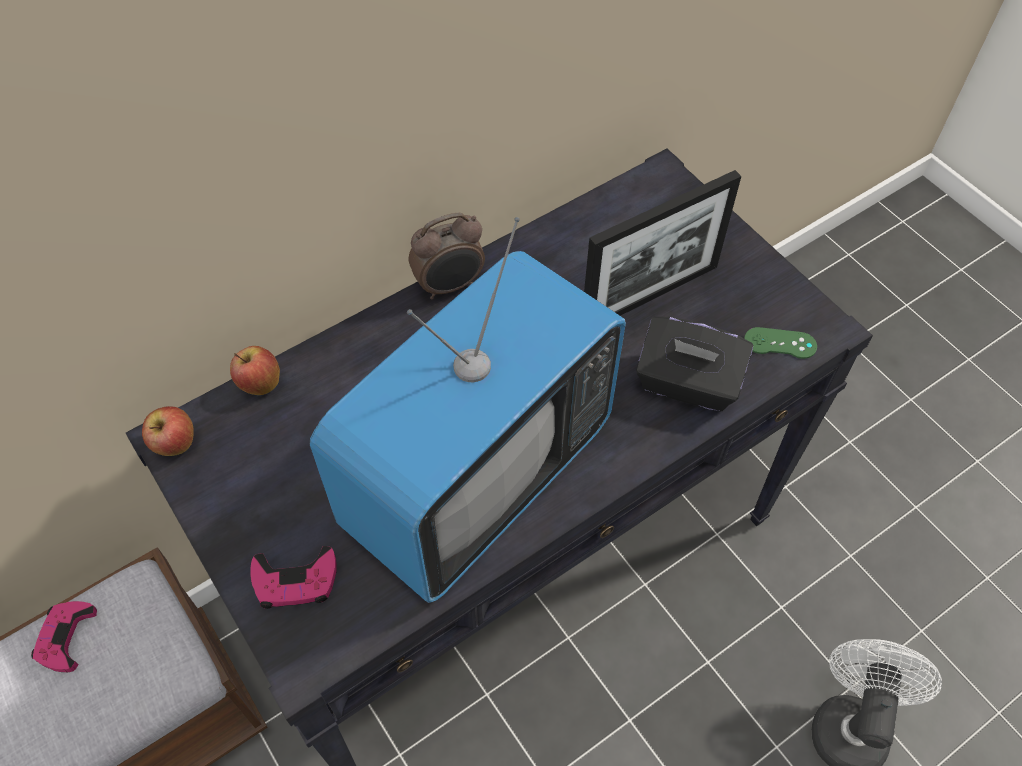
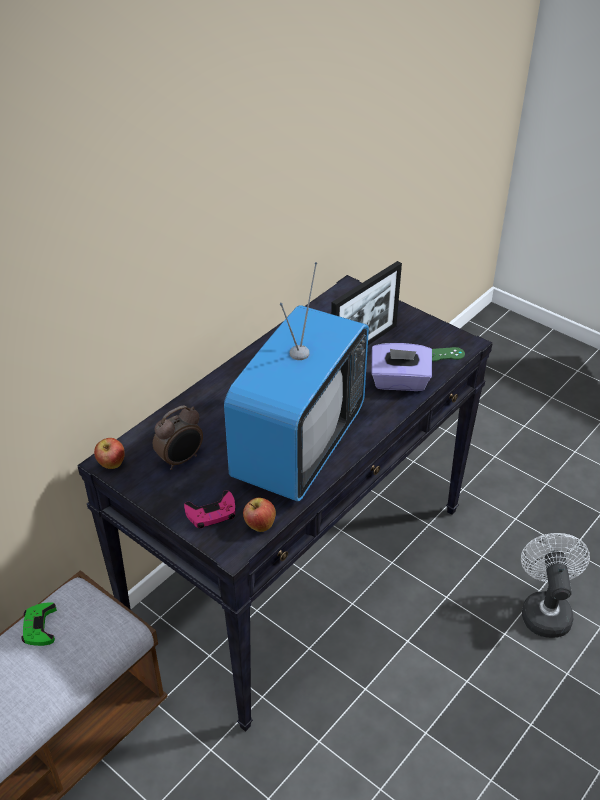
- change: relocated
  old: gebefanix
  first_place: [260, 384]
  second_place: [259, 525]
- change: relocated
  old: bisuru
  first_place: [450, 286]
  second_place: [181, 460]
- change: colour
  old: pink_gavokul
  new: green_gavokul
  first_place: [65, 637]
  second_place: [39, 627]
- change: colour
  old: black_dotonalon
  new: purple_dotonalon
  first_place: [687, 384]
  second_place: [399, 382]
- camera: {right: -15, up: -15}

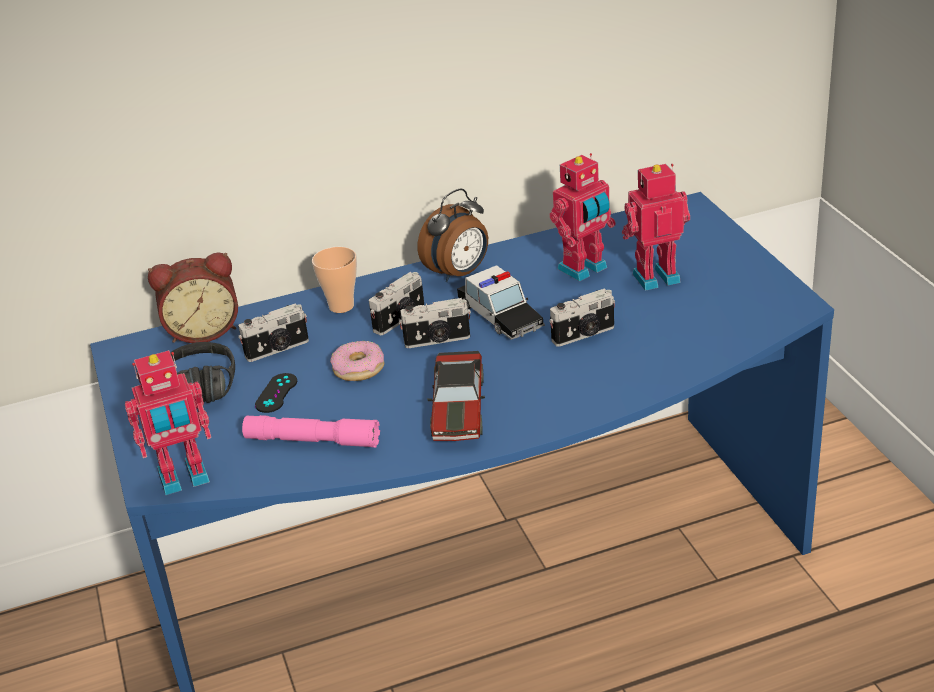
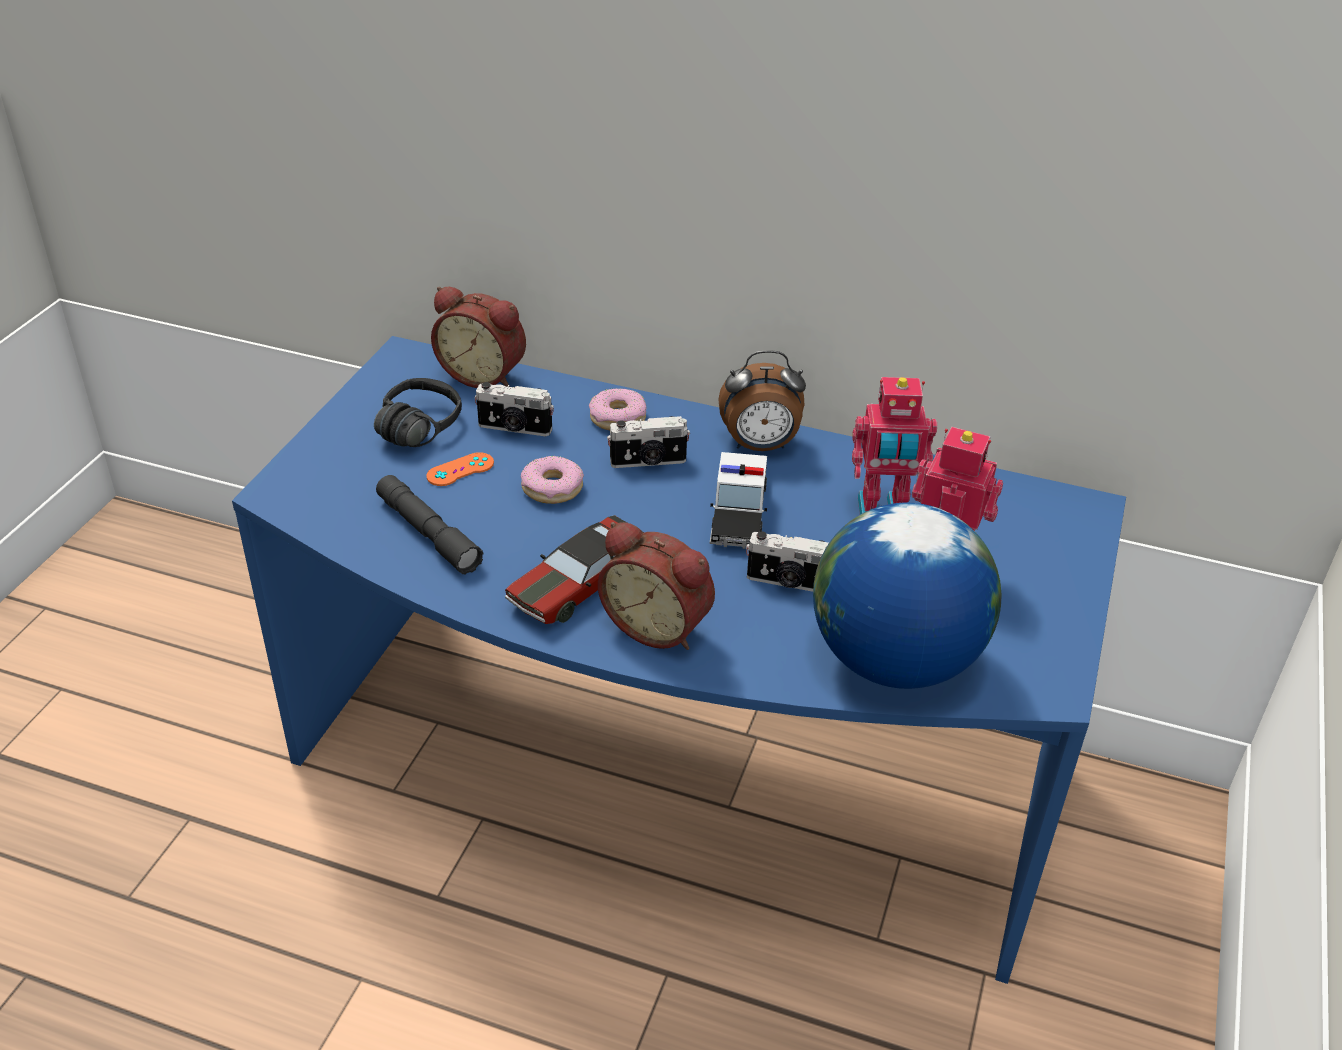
- change: missing
  old: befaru
  first_place: [184, 479]
- change: missing
  old: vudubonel
  first_place: [437, 341]
- change: appeared
  new: bisuru
  second_place: [658, 625]
- change: appeared
  new: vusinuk
  second_place: [894, 661]
- change: exchanged
  old: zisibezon
  new: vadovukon
  first_place: [341, 306]
  second_place: [618, 418]
- change: colour
  old: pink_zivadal
  new: grey_zivadal
  first_place: [312, 441]
  second_place: [428, 533]
- change: colour
  old: black_gavokul
  new: orange_gavokul
  first_place: [276, 393]
  second_place: [460, 470]
- camera: {right: 35, up: 5}

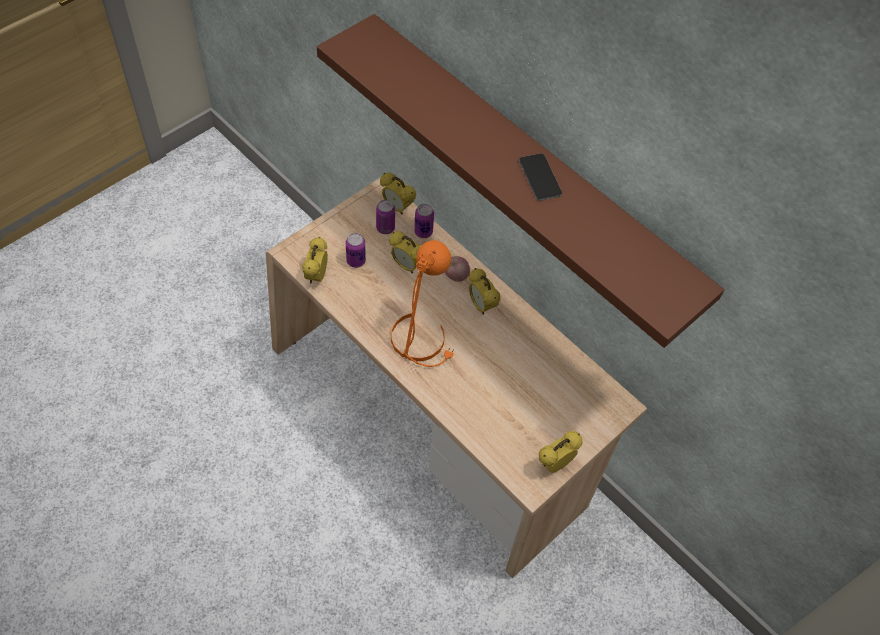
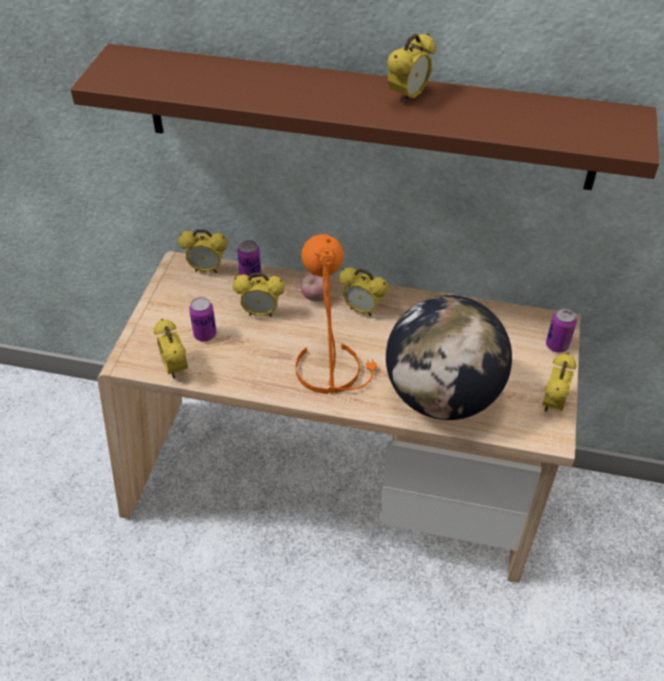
- change: appeared
  new: vusinuk
  second_place: [442, 397]
- change: relocated
  old: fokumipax
  first_place: [385, 228]
  second_place: [557, 345]
- change: exchanged
  old: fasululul
  new: bisuru
  first_place: [540, 177]
  second_place: [408, 97]
- camera: {right: -30, up: -10}

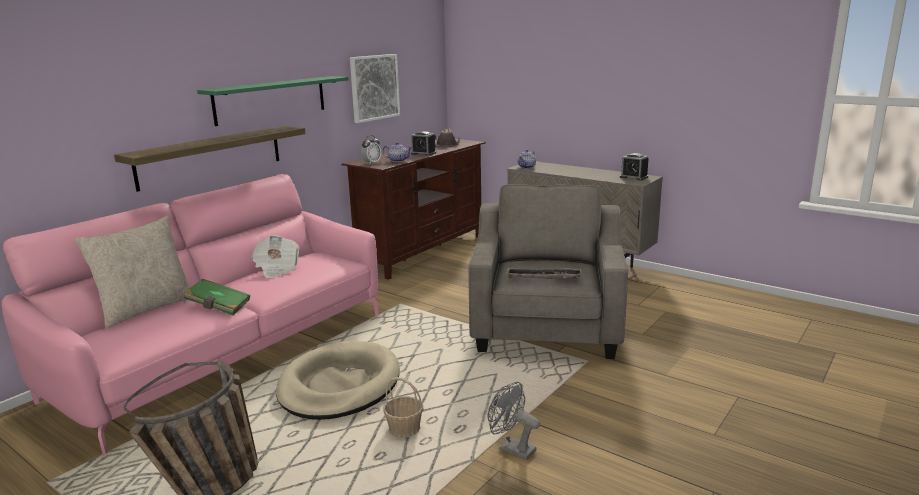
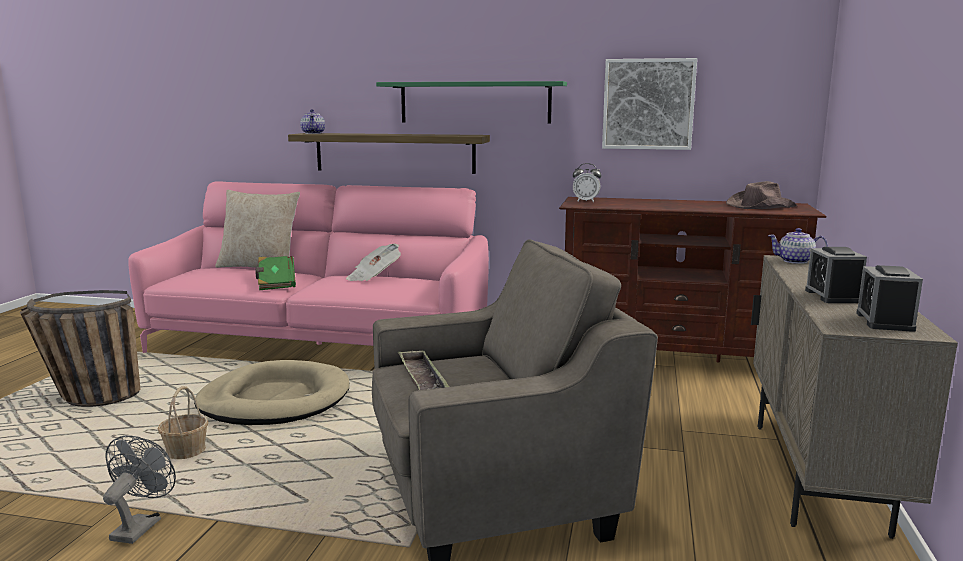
- change: relocated
  old: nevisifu
  first_place: [398, 160]
  second_place: [313, 133]
- change: relocated
  old: bisuru
  first_place: [423, 153]
  second_place: [832, 296]
- camera: {right: 65, up: -5}

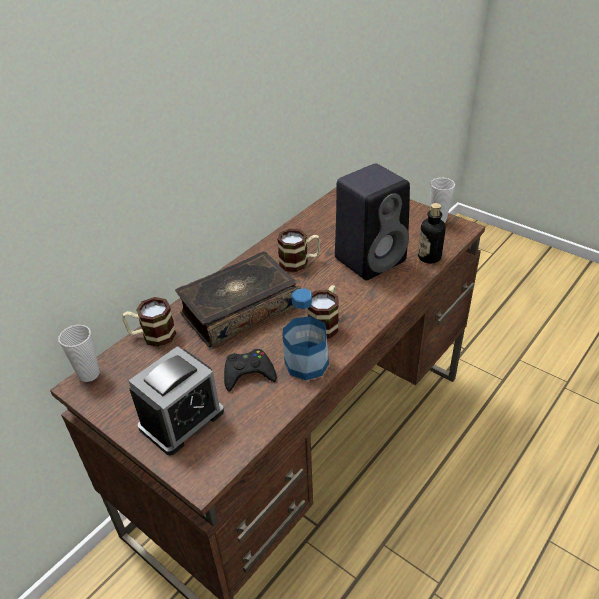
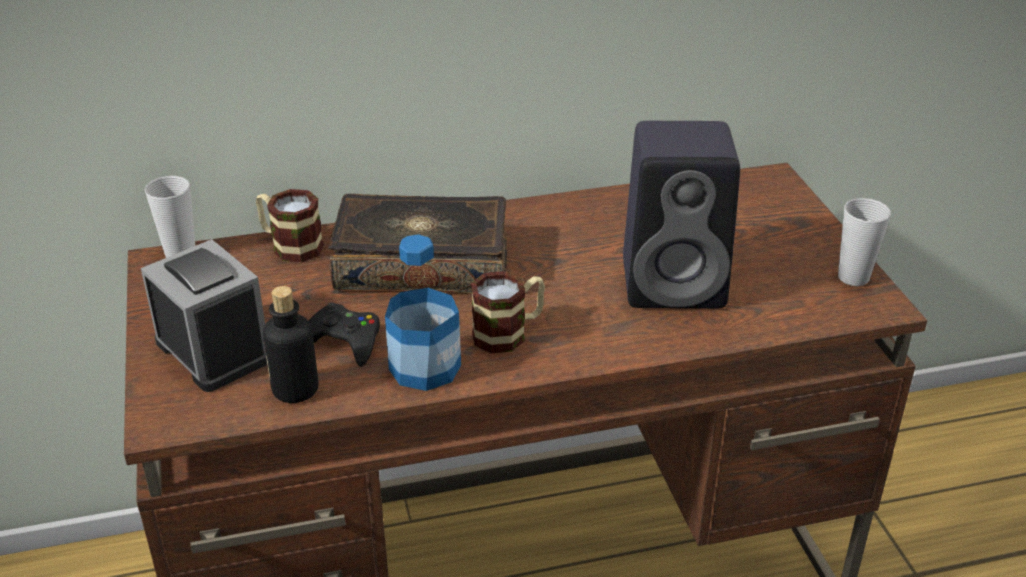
- change: missing
  old: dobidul
  first_place: [300, 262]
- change: relocated
  old: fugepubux
  first_place: [429, 257]
  second_place: [295, 389]
- change: spun
  old: bisuru
  first_place: [181, 419]
  second_place: [213, 351]
  degrees: -120
- camera: {right: 35, up: -5}

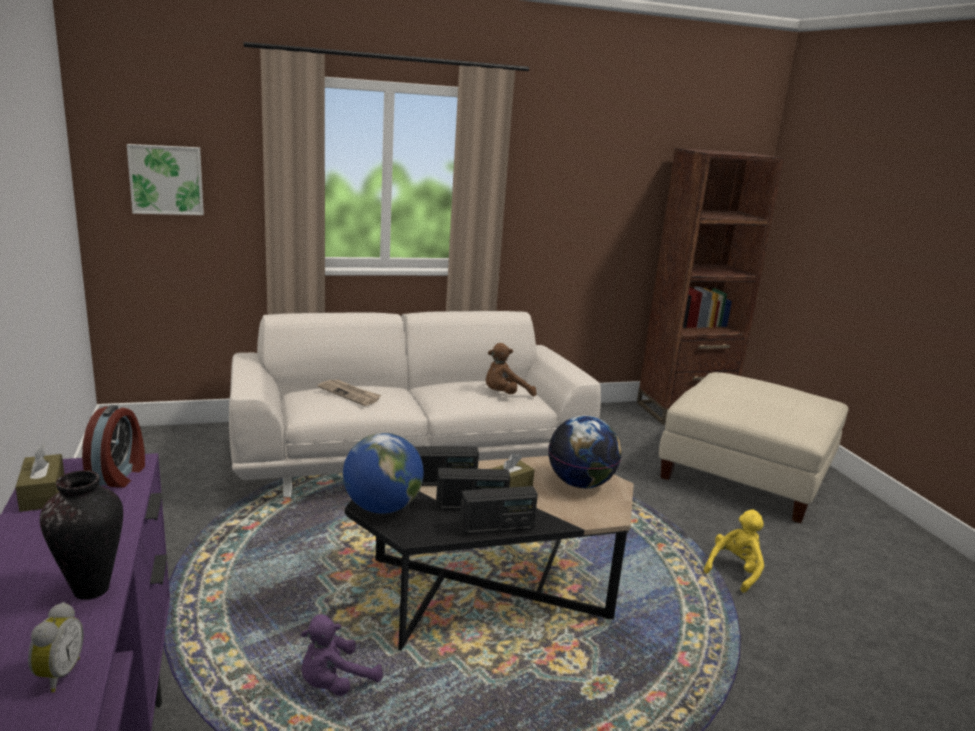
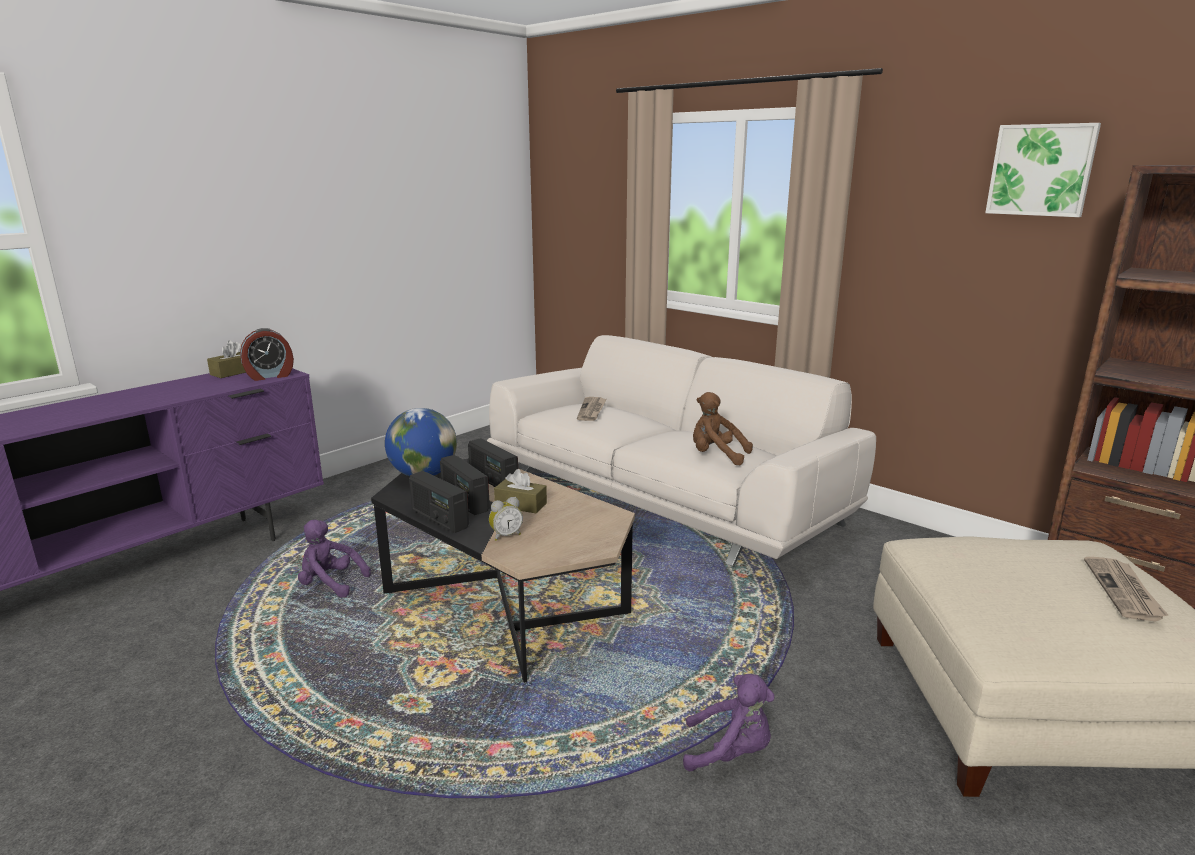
- change: missing
  old: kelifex
  first_place: [90, 590]
- change: missing
  old: vusinuk
  first_place: [581, 484]
- change: appeared
  new: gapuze
  second_place: [1124, 591]
- change: relocated
  old: bisuru
  first_place: [57, 675]
  second_place: [505, 535]
- change: relocated
  old: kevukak
  first_place: [166, 179]
  second_place: [1041, 170]
- change: colour
  old: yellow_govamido
  new: purple_govamido
  first_place: [735, 571]
  second_place: [730, 752]
- camera: {right: 60, up: 0}

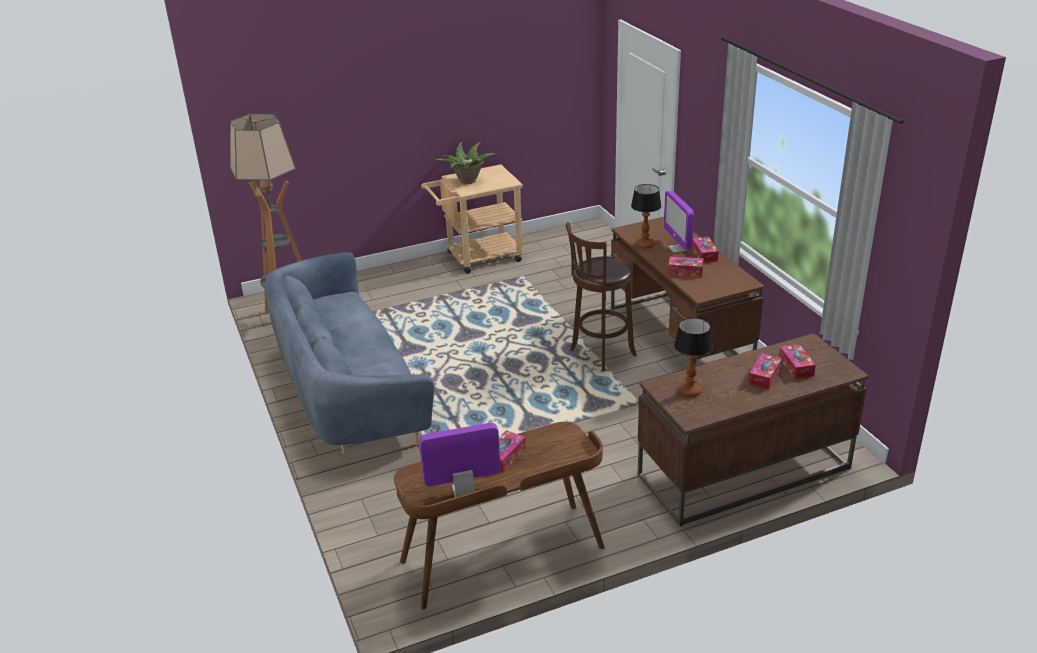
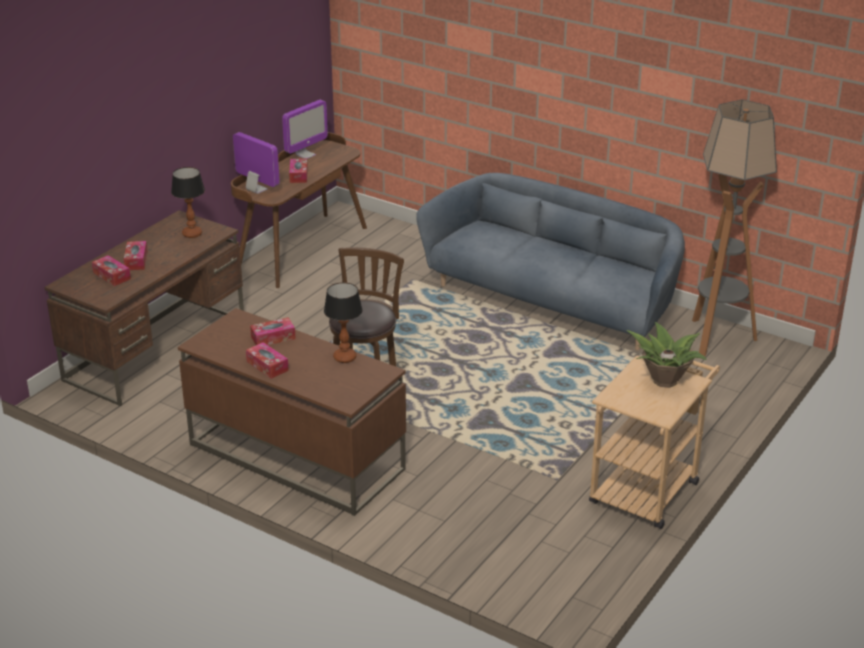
- change: relocated
  old: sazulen
  first_place: [678, 248]
  second_place: [257, 190]
- camera: {right: 145, up: 0}

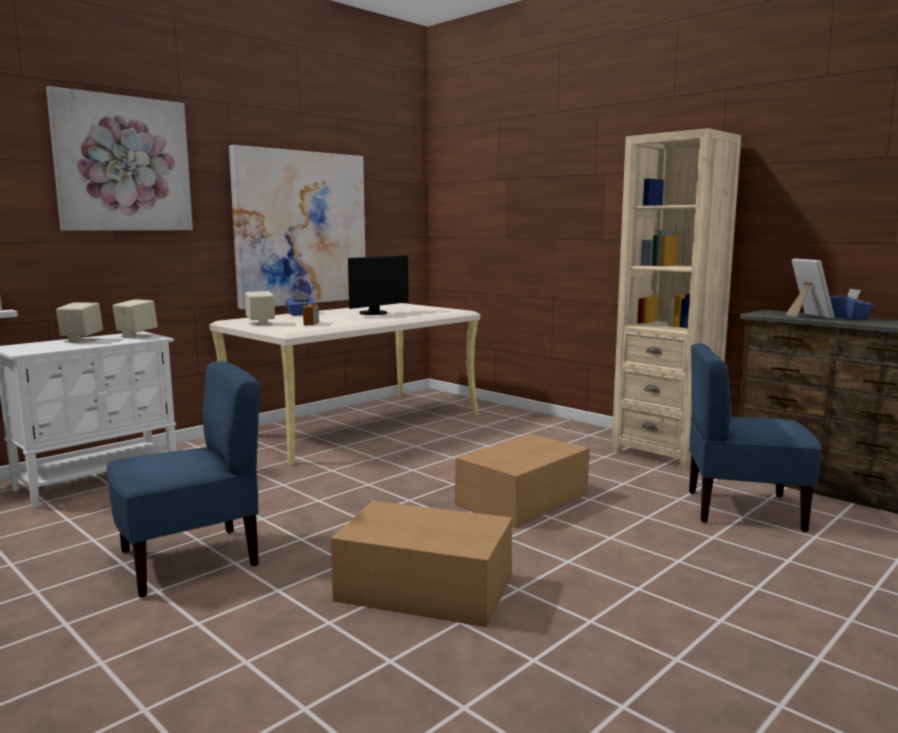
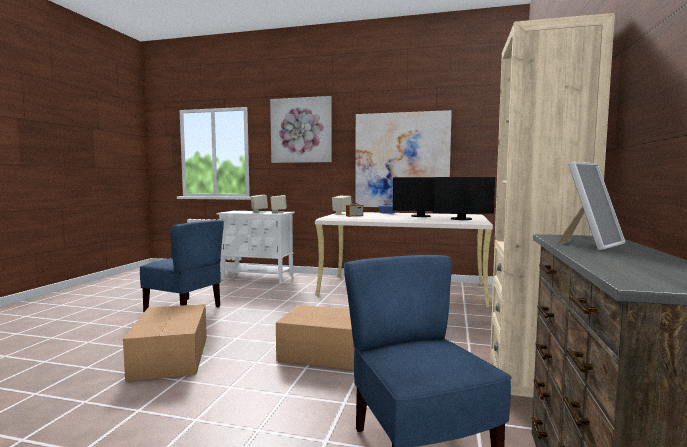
- change: missing
  old: blue_dotonalon
  first_place: [849, 317]
- change: appeared
  new: sazulen
  second_place: [462, 219]
- camera: {right: 60, up: -5}

